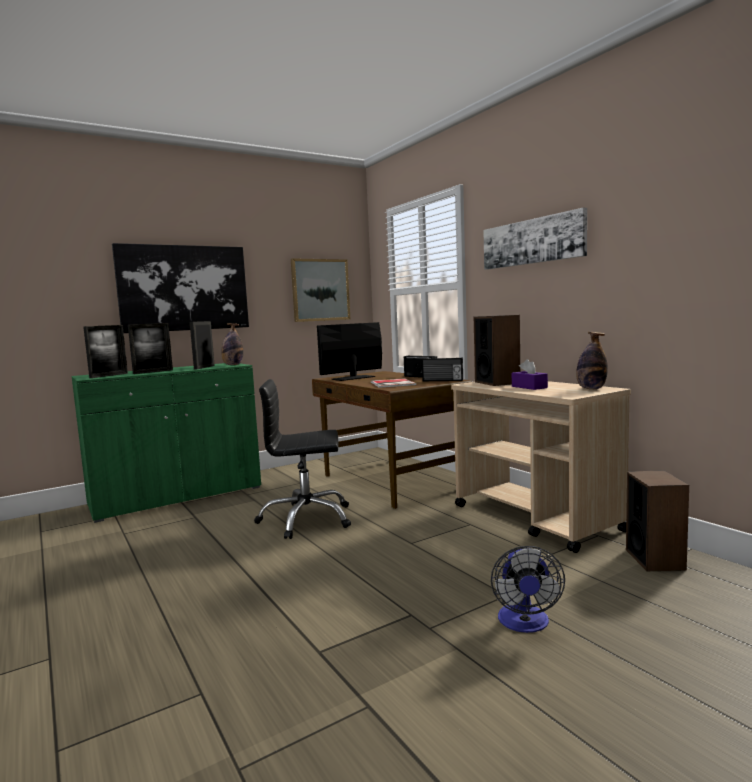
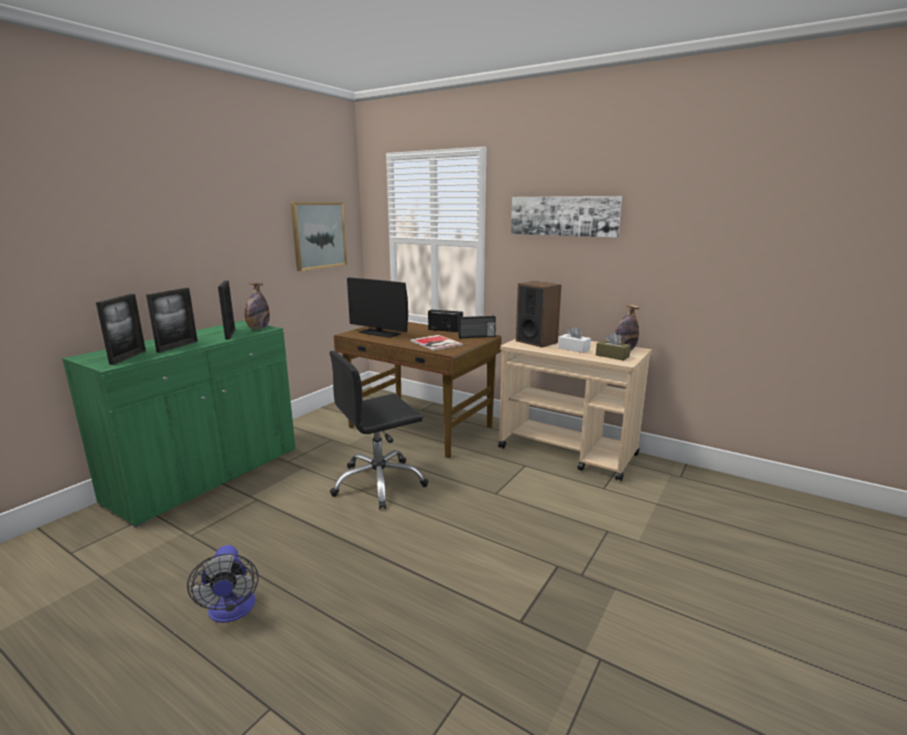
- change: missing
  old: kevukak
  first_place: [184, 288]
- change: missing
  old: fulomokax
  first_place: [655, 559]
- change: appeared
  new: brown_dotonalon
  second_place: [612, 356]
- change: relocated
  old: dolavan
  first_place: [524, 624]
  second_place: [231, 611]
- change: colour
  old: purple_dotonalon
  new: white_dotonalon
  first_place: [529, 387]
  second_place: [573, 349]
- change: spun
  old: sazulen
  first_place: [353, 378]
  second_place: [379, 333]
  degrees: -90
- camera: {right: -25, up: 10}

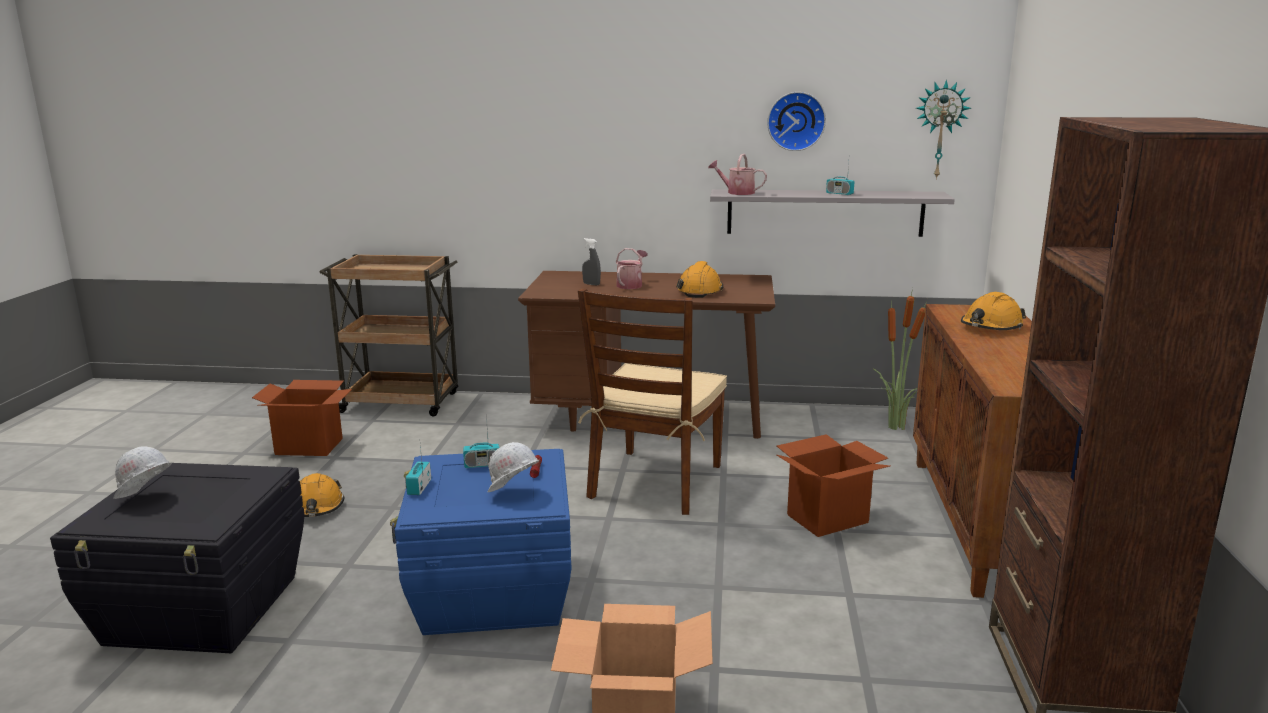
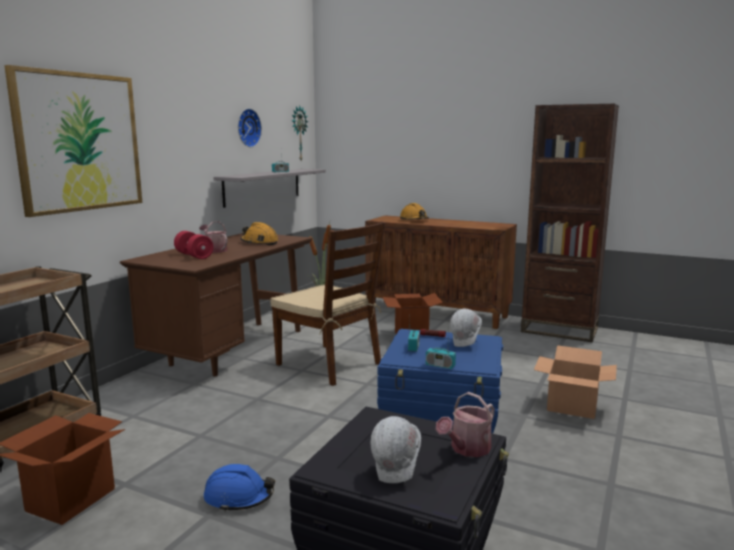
- change: appeared
  new: kevukak
  second_place: [79, 142]
- change: relocated
  old: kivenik
  first_place: [737, 192]
  second_place: [467, 449]
- change: exchanged
  old: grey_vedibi
  new: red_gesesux
  first_place: [591, 284]
  second_place: [194, 256]
- change: colour
  old: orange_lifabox
  new: blue_lifabox
  first_place: [317, 507]
  second_place: [238, 497]
- camera: {right: -70, up: -5}

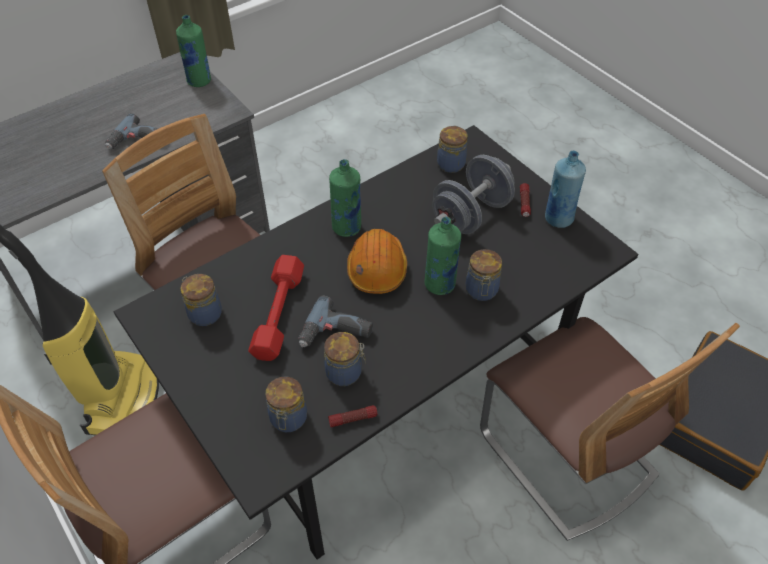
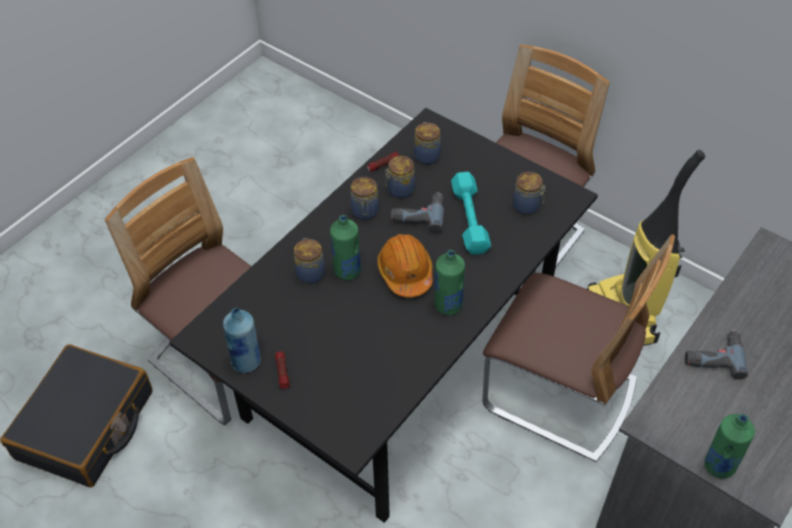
- change: missing
  old: grey_gesesux
  first_place: [471, 214]
- change: relocated
  old: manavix
  first_place: [451, 163]
  second_place: [365, 212]
- change: colour
  old: red_gesesux
  new: turquoise_gesesux
  first_place: [279, 313]
  second_place: [469, 219]
- camera: {right: 165, up: 0}

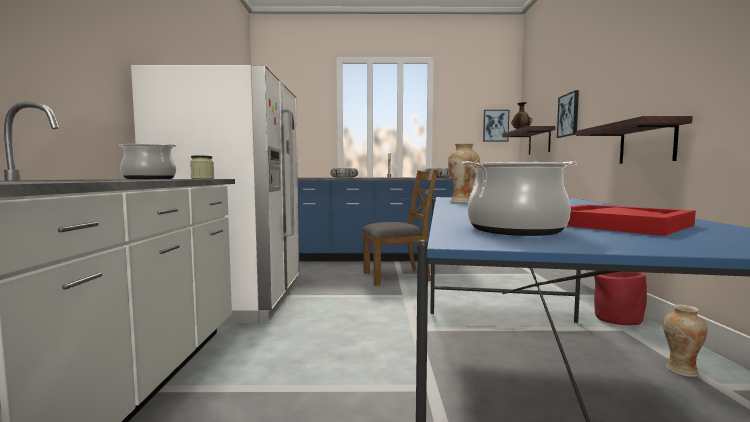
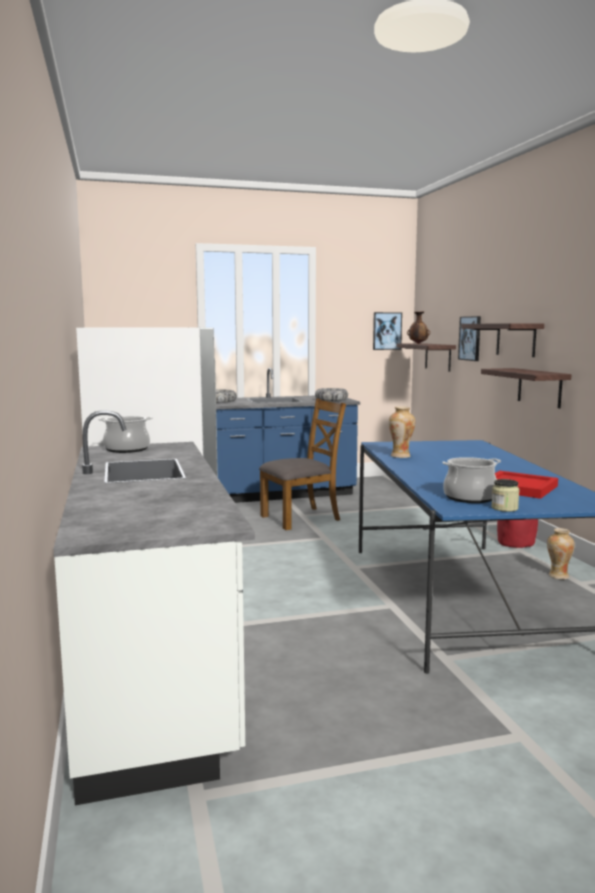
- change: appeared
  new: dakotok
  second_place: [515, 339]
- change: relocated
  old: manavix
  first_place: [202, 178]
  second_place: [504, 508]
- camera: {right: -15, up: 5}

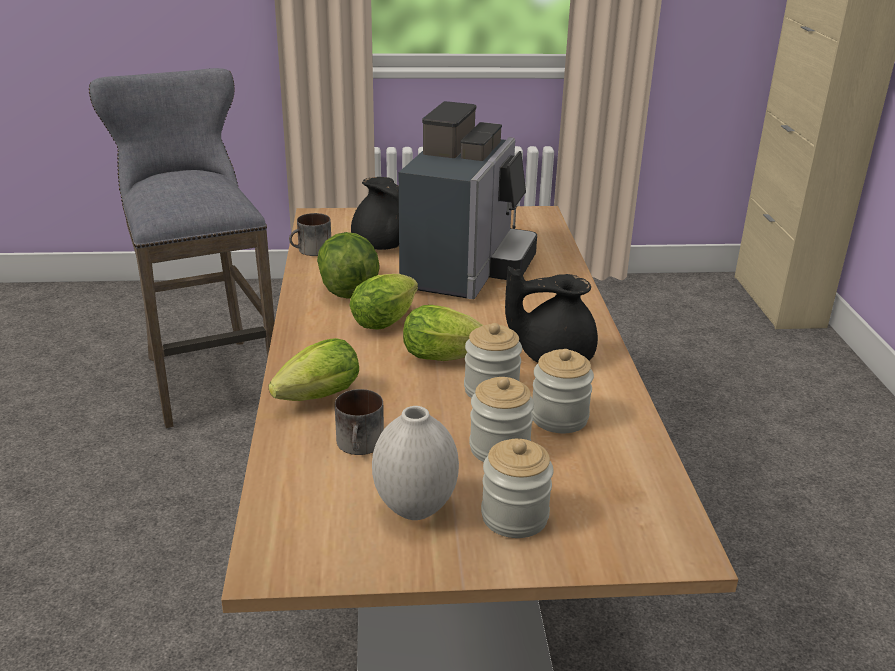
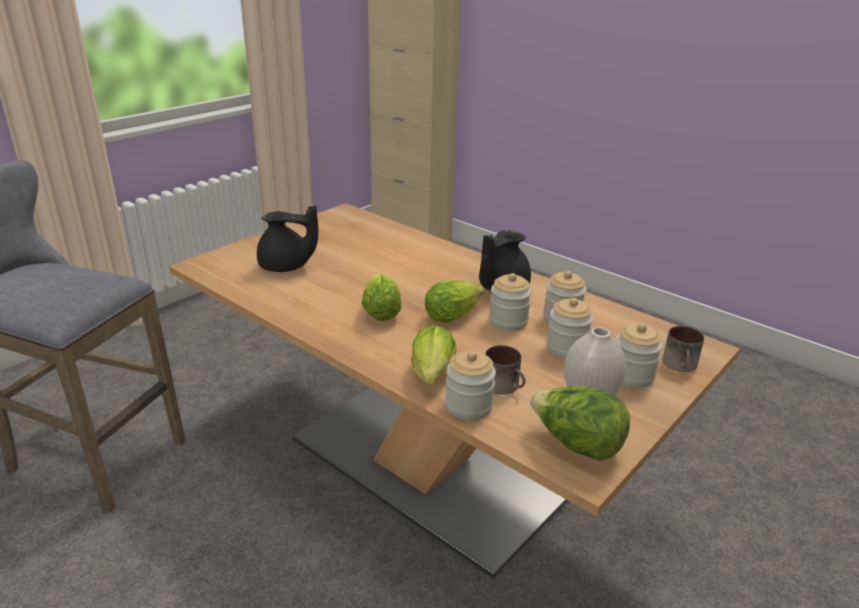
- change: missing
  old: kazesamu
  first_place: [467, 269]
- change: appeared
  new: manavix
  second_place: [468, 406]
- change: relocated
  old: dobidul
  first_place: [311, 251]
  second_place: [681, 365]
- change: relocated
  old: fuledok
  first_place: [348, 288]
  second_place: [576, 445]
- camera: {right: -45, up: 0}

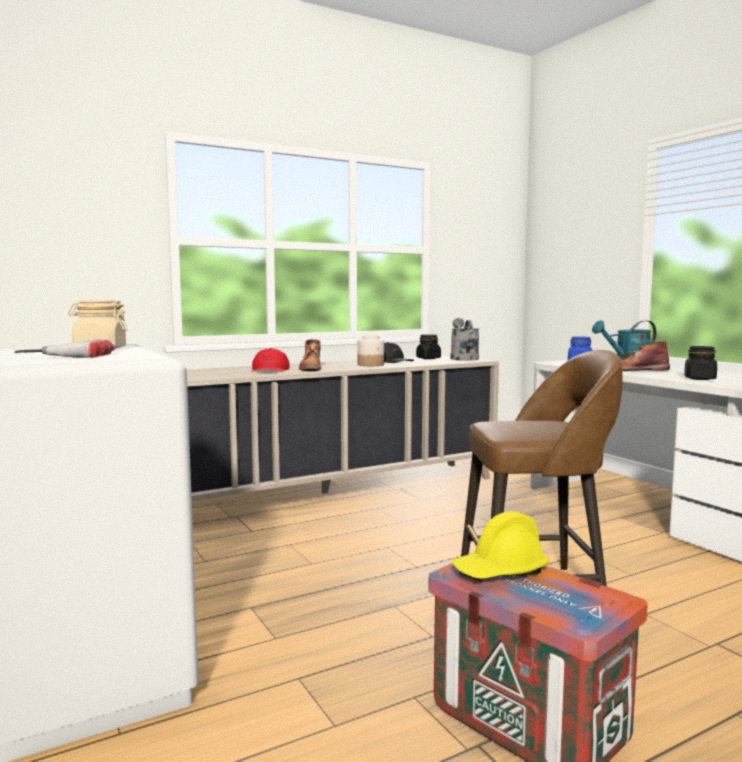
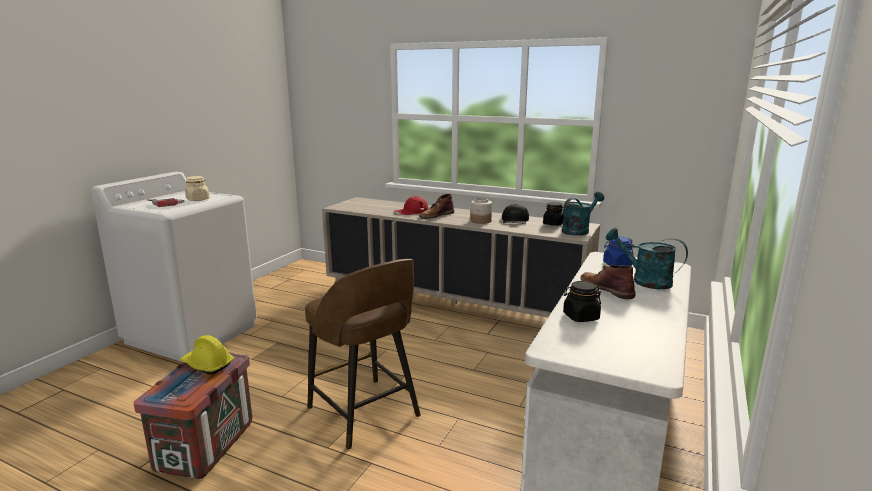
- change: colour
  old: grey_kivenik
  new: turquoise_kivenik
  first_place: [463, 358]
  second_place: [578, 230]
- camera: {right: 55, up: 10}

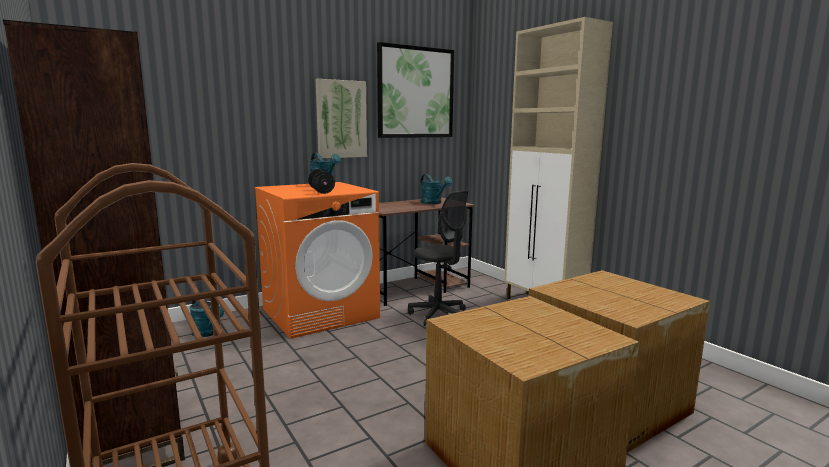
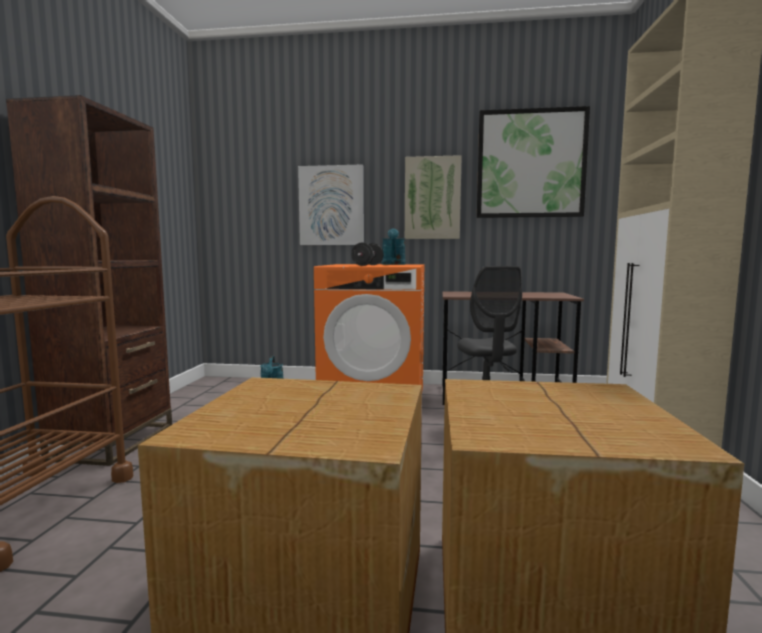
- change: missing
  old: turquoise_kivenik
  first_place: [434, 203]
- change: appeared
  new: kevukak
  second_place: [331, 206]
- camera: {right: 40, up: -5}

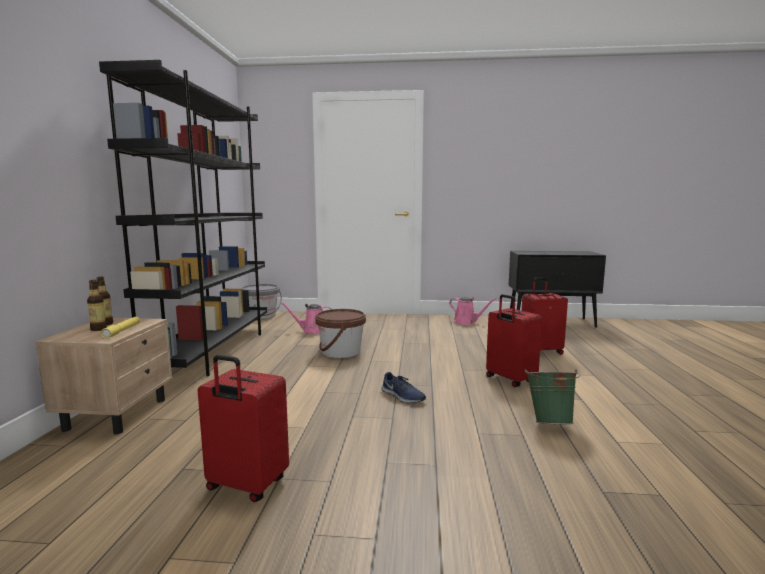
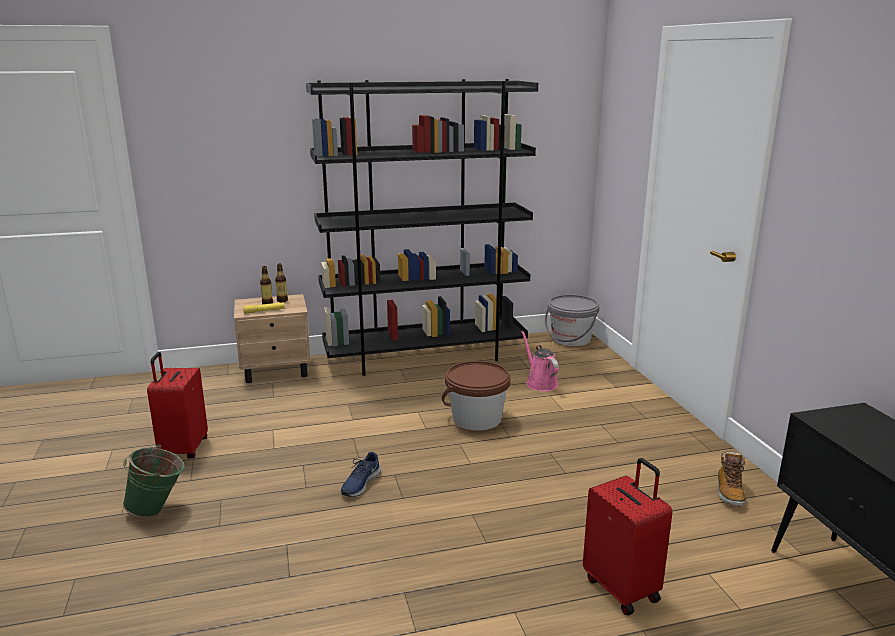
- change: missing
  old: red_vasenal
  first_place: [509, 379]
- change: relocated
  old: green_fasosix
  first_place: [549, 422]
  second_place: [159, 510]
- change: exchanged
  old: pink_kivenik
  new: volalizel
  first_place: [467, 322]
  second_place: [729, 492]
- camera: {right: 70, up: 10}

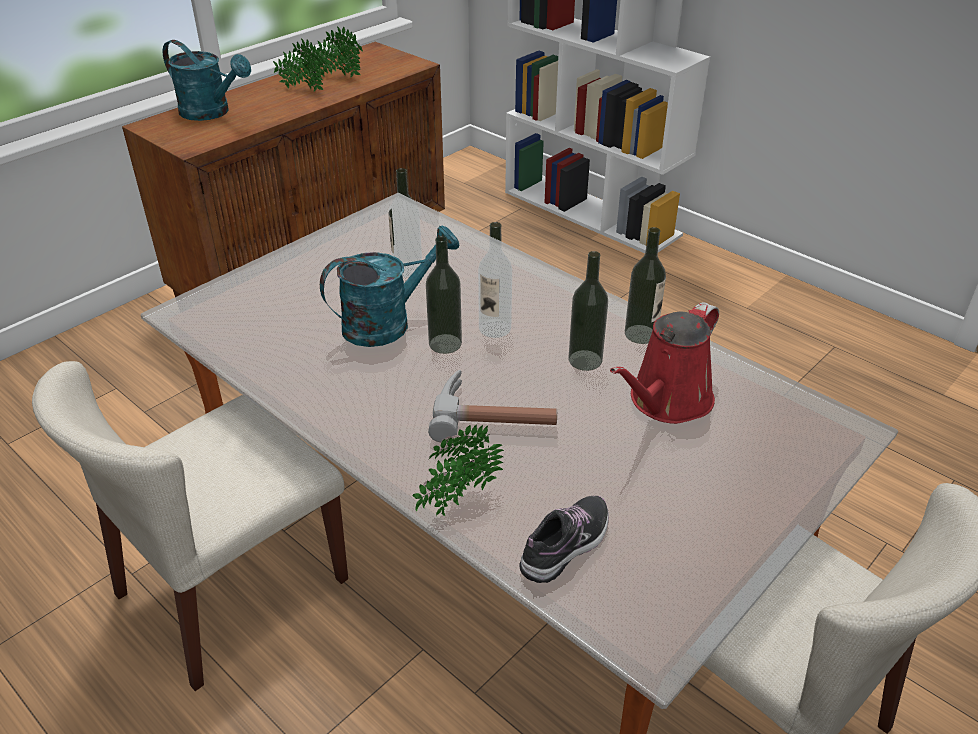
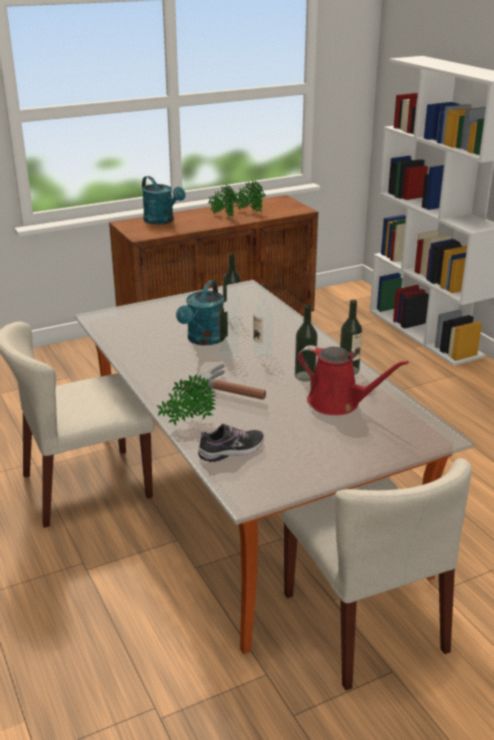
- change: spun
  old: turquoise_kivenik
  first_place: [387, 322]
  second_place: [203, 340]
  degrees: 120
- change: spun
  old: red_kivenik
  first_place: [666, 402]
  second_place: [338, 403]
  degrees: -120
- camera: {right: 20, up: -10}

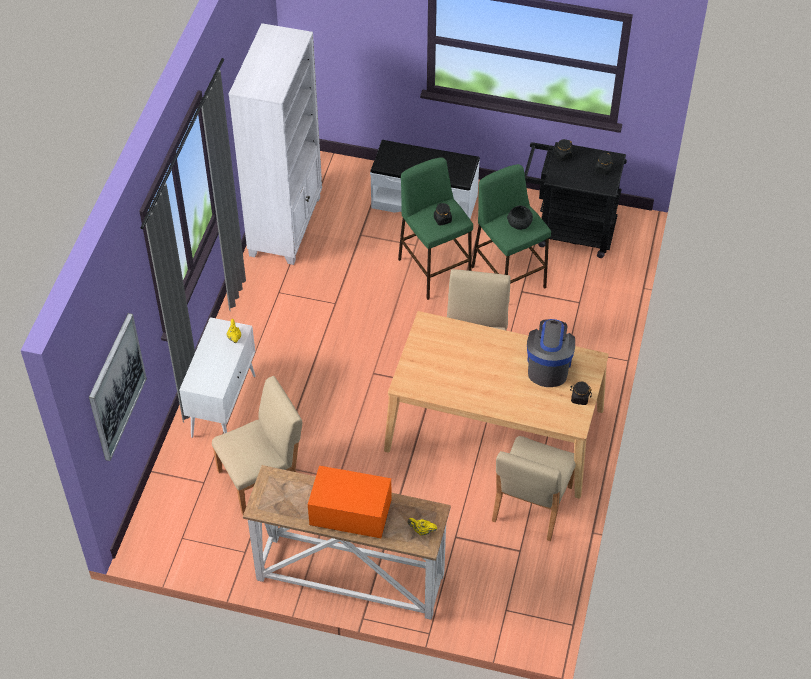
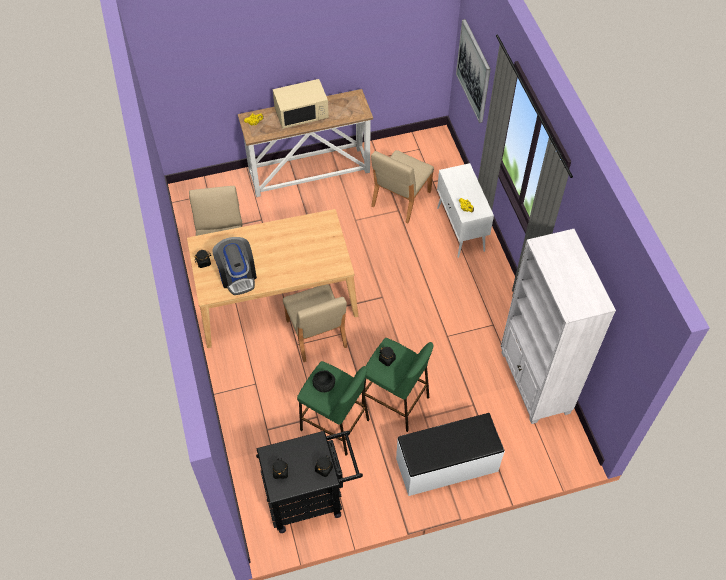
- change: colour
  old: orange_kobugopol
  new: beige_kobugopol
  first_place: [350, 514]
  second_place: [301, 114]
- camera: {right: 150, up: 5}

